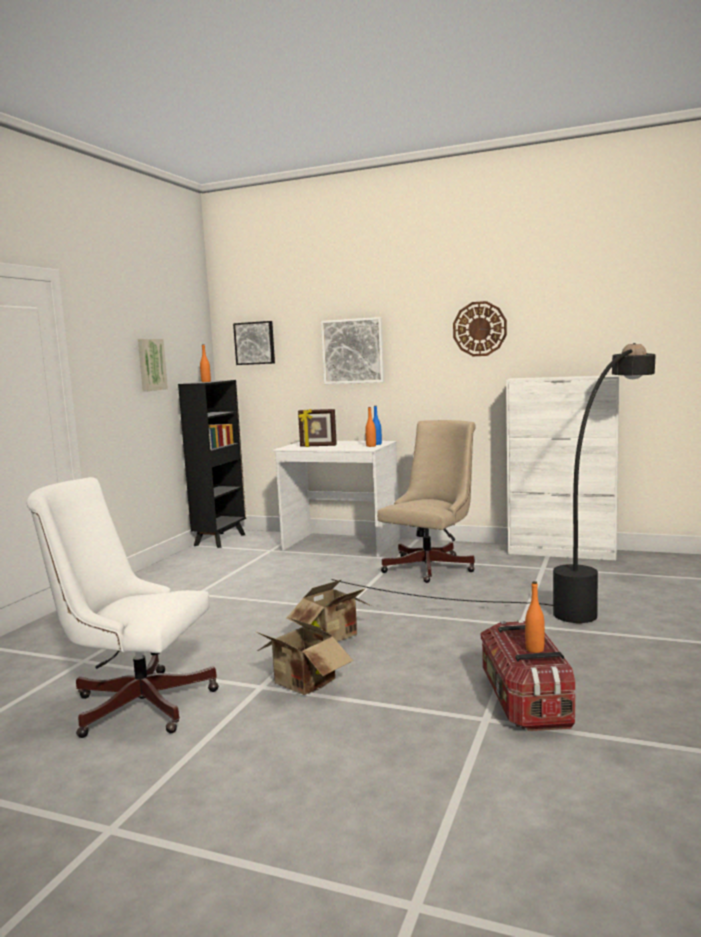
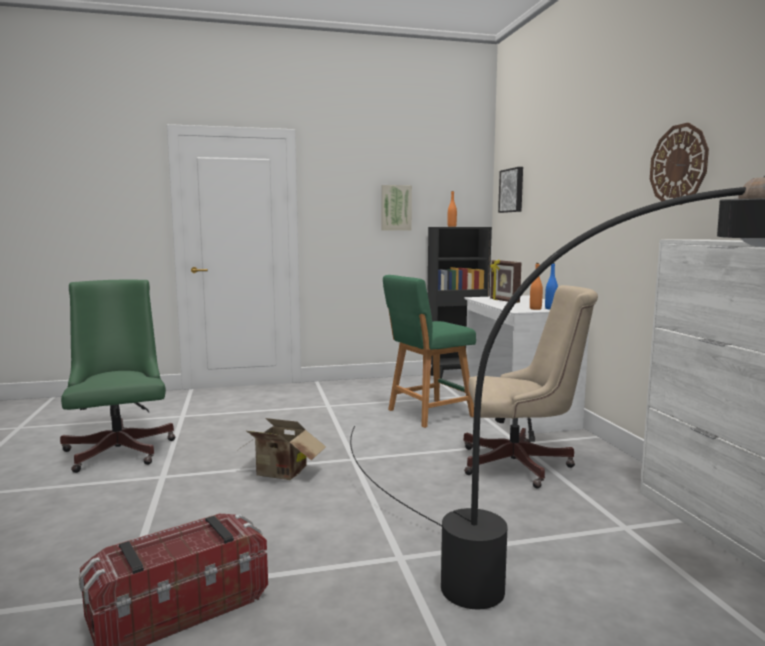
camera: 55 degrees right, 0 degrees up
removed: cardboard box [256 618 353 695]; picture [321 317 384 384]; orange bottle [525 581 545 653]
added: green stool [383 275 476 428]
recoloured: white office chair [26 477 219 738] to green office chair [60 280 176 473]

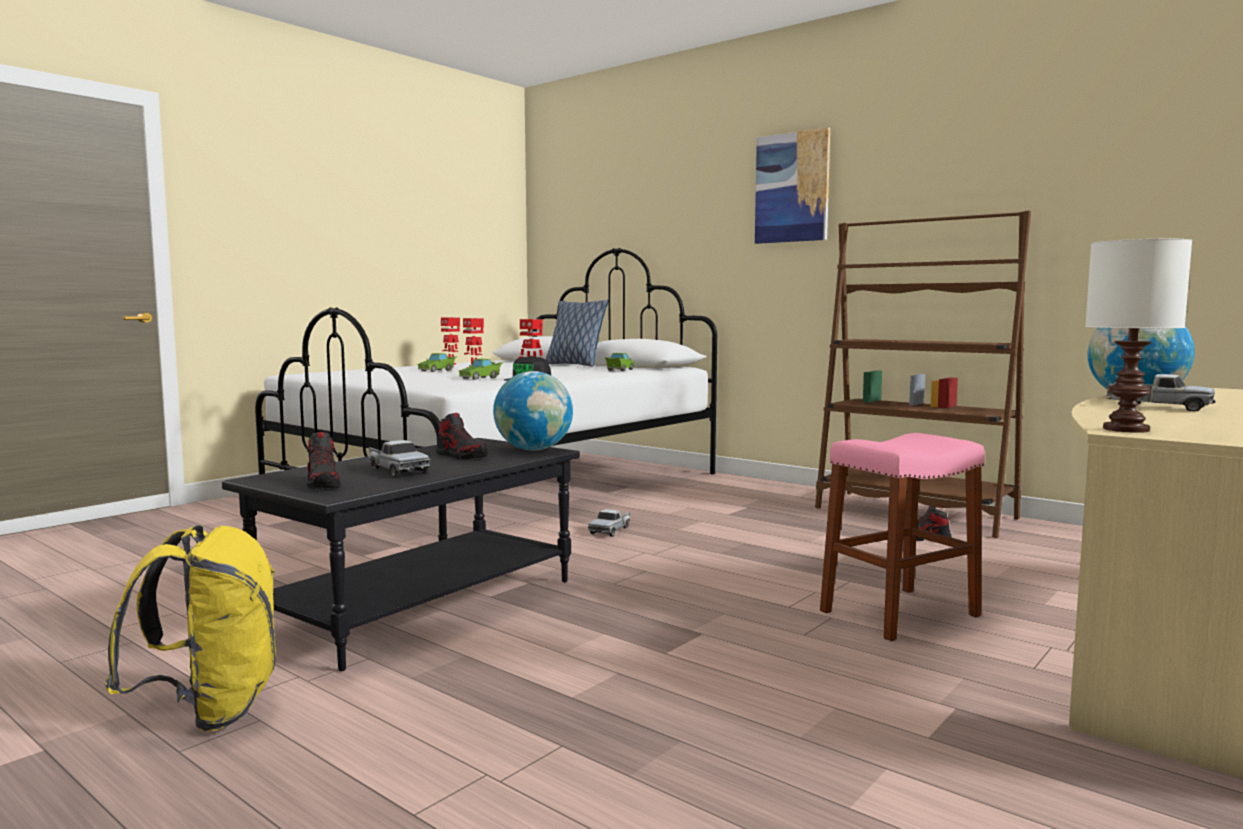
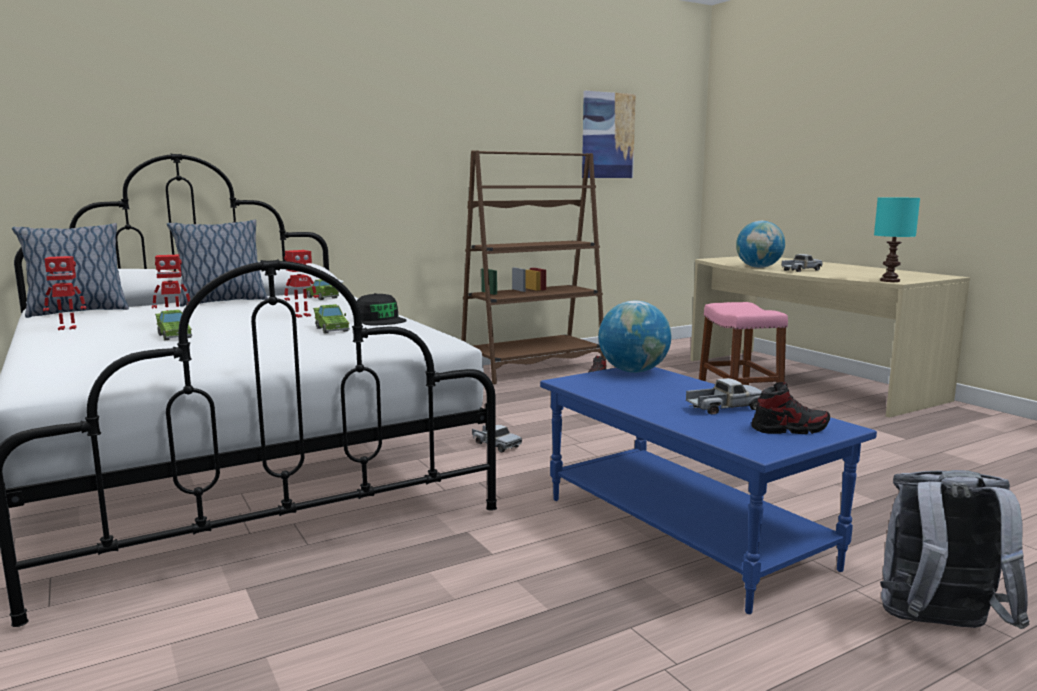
camera: 70 degrees left, 5 degrees up
removed: shoe [436 413 488 459]
added: pillow [12 223 129 318]
moved: picture [755 127 830 244] to [582 91 636 178]
recoloured: yellow backpack [105 525 276 732] to grey backpack [880 470 1030 629]; black coffee table [222 438 580 671] to blue coffee table [540 367 877 614]; white table lamp [1085 239 1192 433] to turquoise table lamp [874 197 920 282]

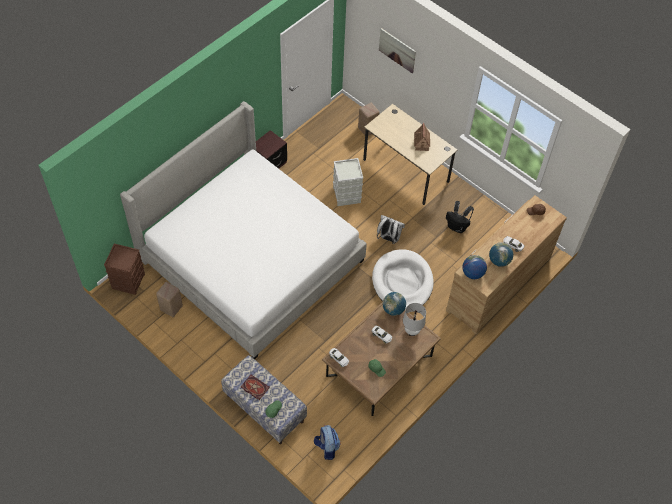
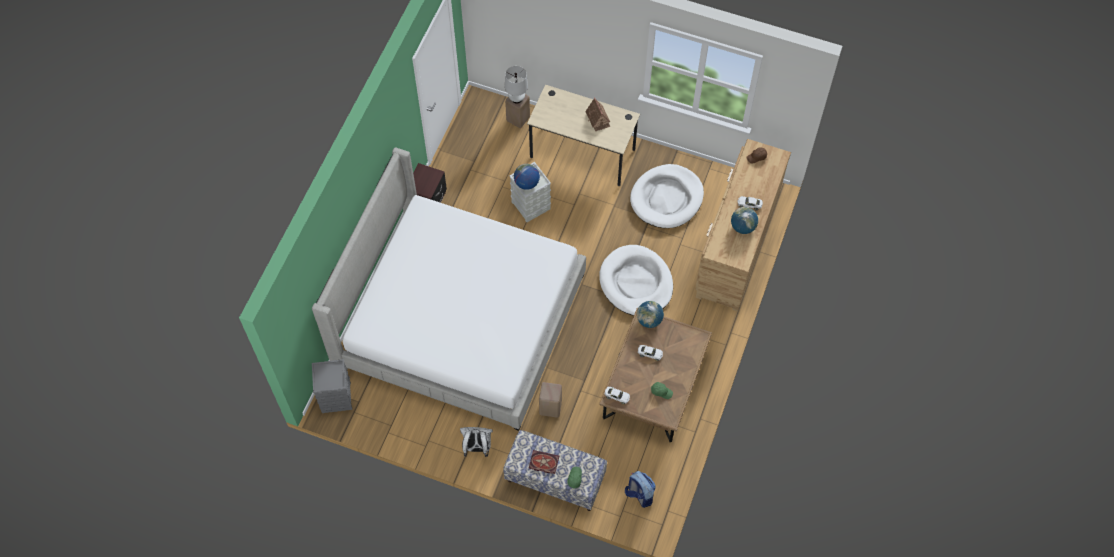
camera: 20 degrees left, 5 degrees up
removed: picture [379 28 416 73]
moved: beige stool [156 282 183 317] to [539 382 562 418]; white backpack [377 215 405 244] to [460 427 493 457]; white table lamp [403 303 426 336] to [505 66 528 103]; globe [462 255 487 279] to [514 164 540 190]
replaced: black backpack [446 201 474 233] to white dog bed [630 164 704 228]
recoloured: brown storage box [104 244 145 295] to grey storage box [312 359 352 413]

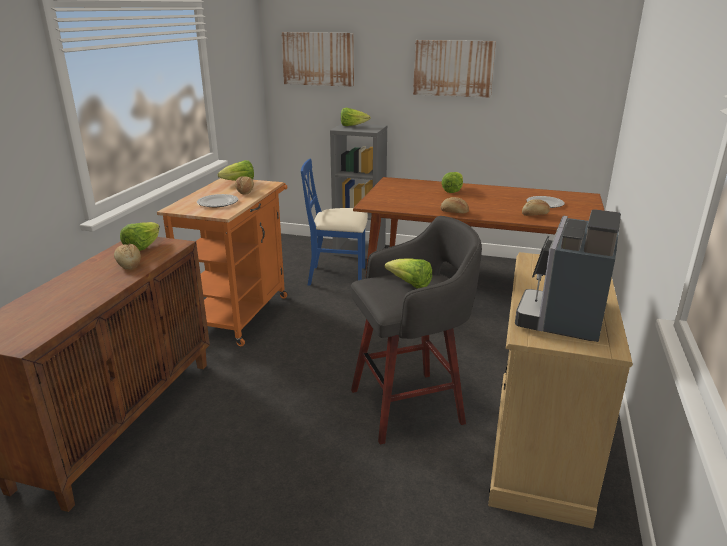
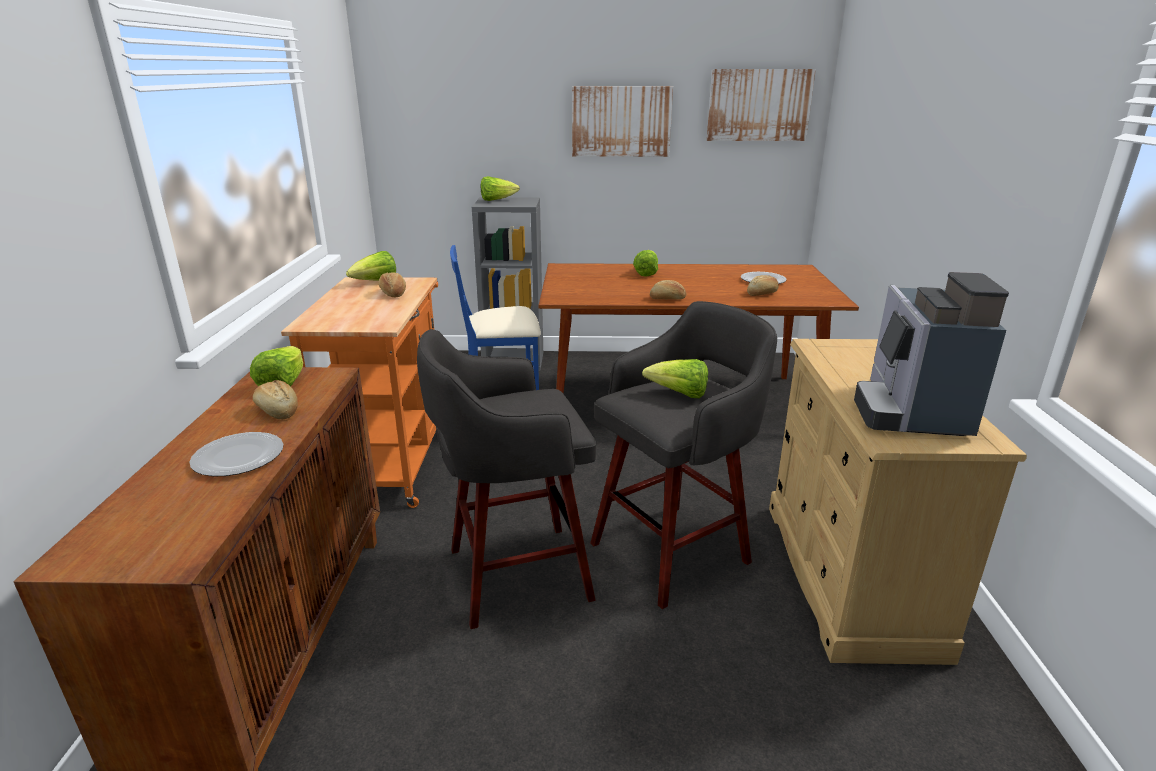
camera: 15 degrees left, 0 degrees up
added: grey stool [417 329 596 629]
moved: plate [197 194 238 207] to [189 432 284 476]; picture [281 32 354 87] to [707 69 816 141]

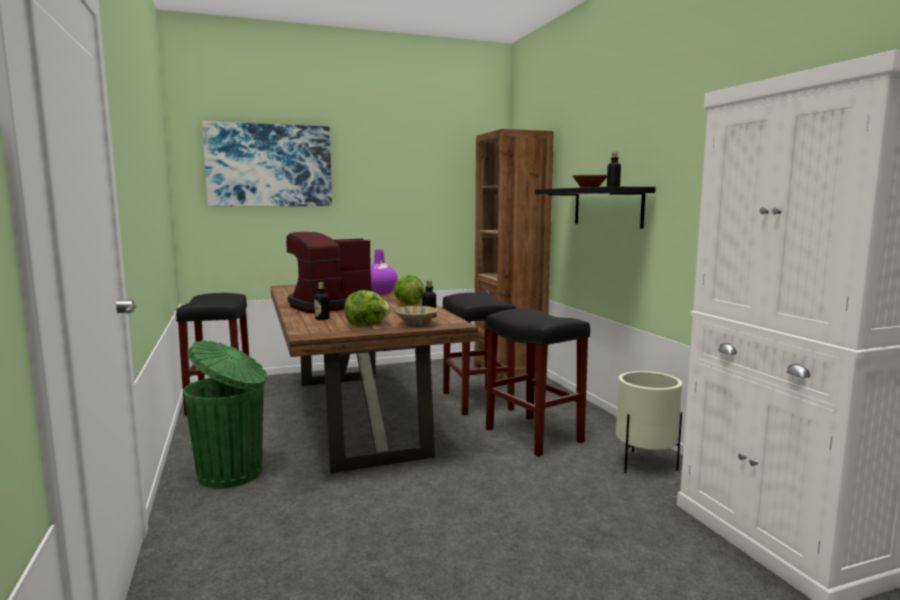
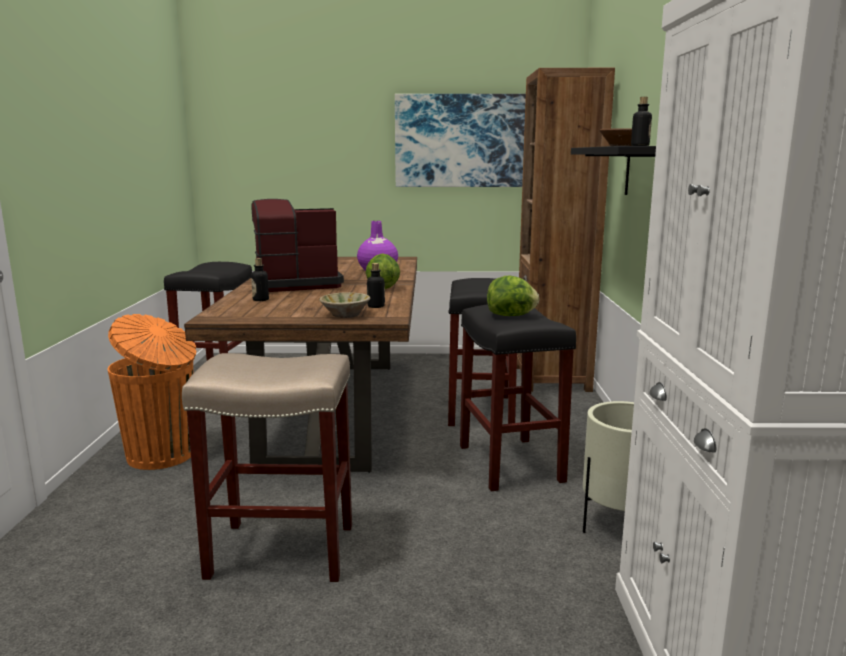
camera: 20 degrees right, 5 degrees up
added: beige stool [182 353 352 582]
moved: picture [202 121 332 206] to [395 94 526 187]; lettuce [344 290 390 326] to [487 275 539 316]
recoloured: green trash can [183 340 267 489] to orange trash can [108 314 197 470]

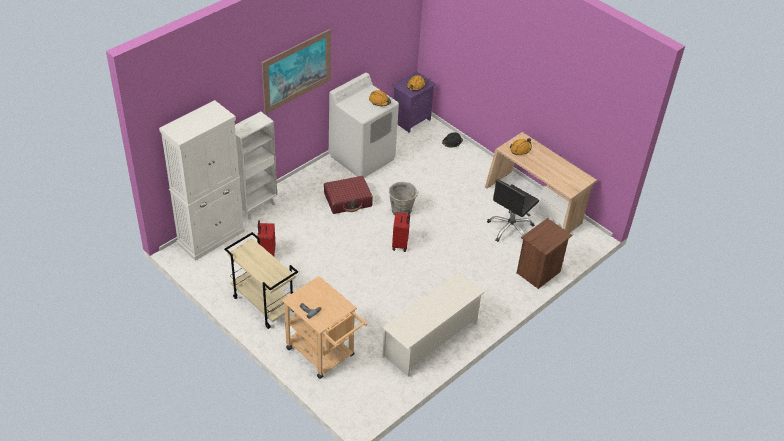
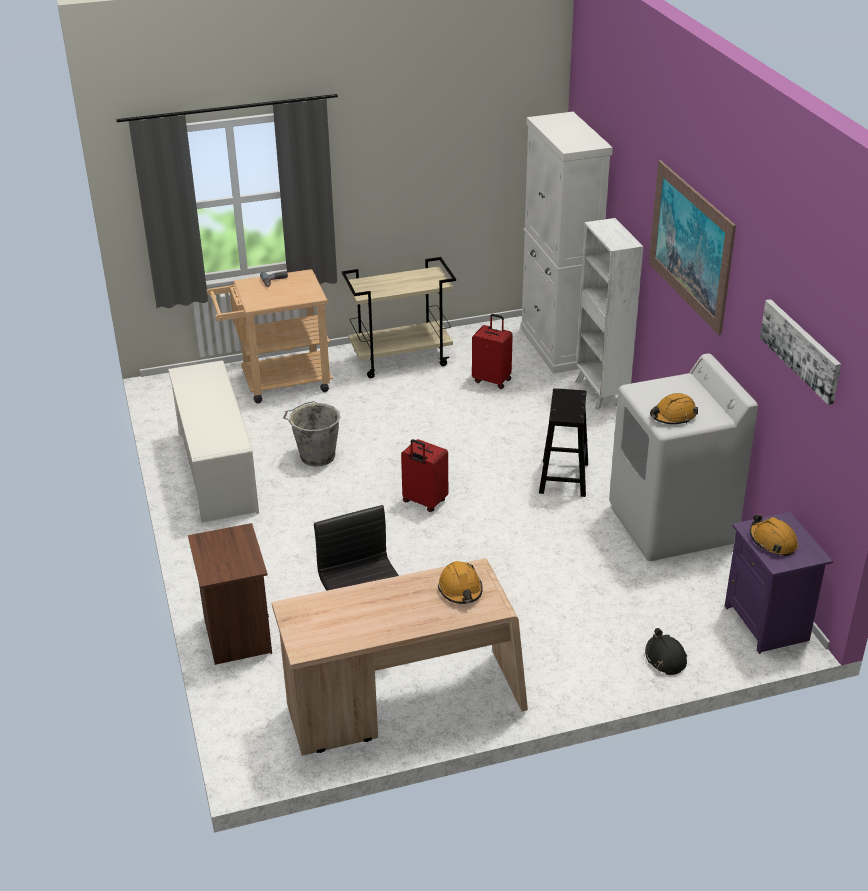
camera: 120 degrees right, 10 degrees down
added: picture [760 299 841 405]
moved: grey bucket [389 182 419 215] to [283 401 340 466]
replaced: red suitcase [324 176 373 214] to black stool [539 388 588 497]

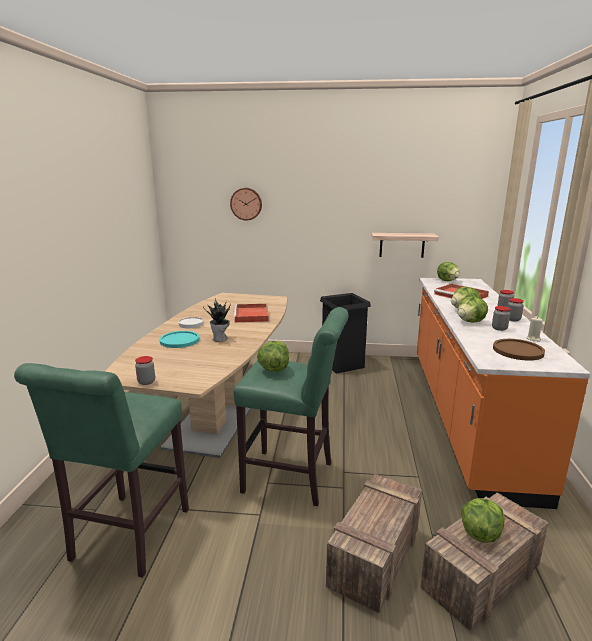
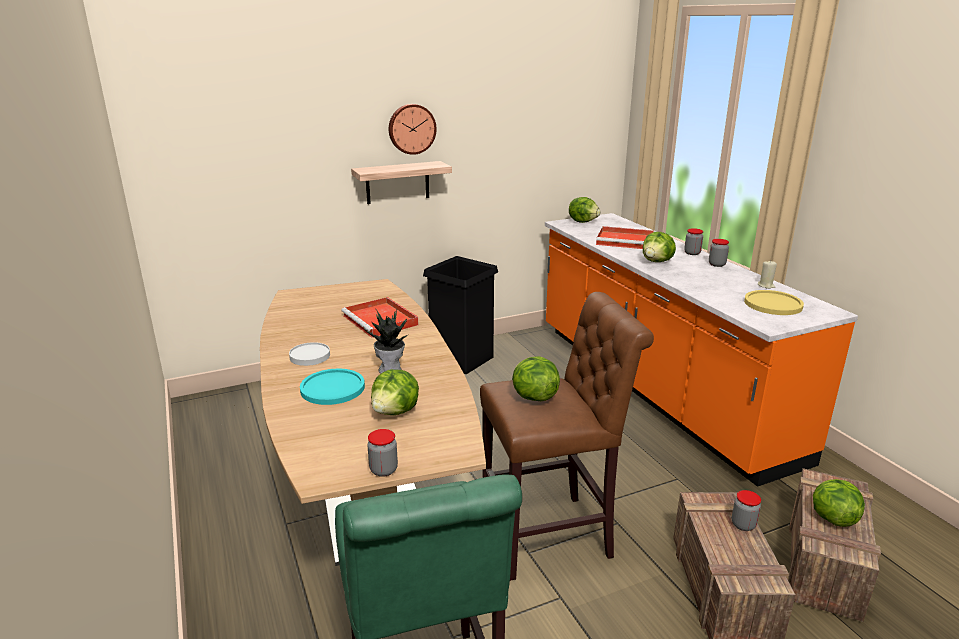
camera: 30 degrees left, 5 degrees up
moved: wall clock [230 188 262 221] to [389 104 437 155]; shelf [371 233 439 258] to [351 161 452 204]; lettuce [458 296 488 322] to [371 369 419 415]; jar [492 306 510 331] to [732 490 761 531]
recoloured: green stool [233 307 349 506] to brown stool [480 292 654 581]; brown plate [493 339 545 361] to yellow plate [744 290 804 315]

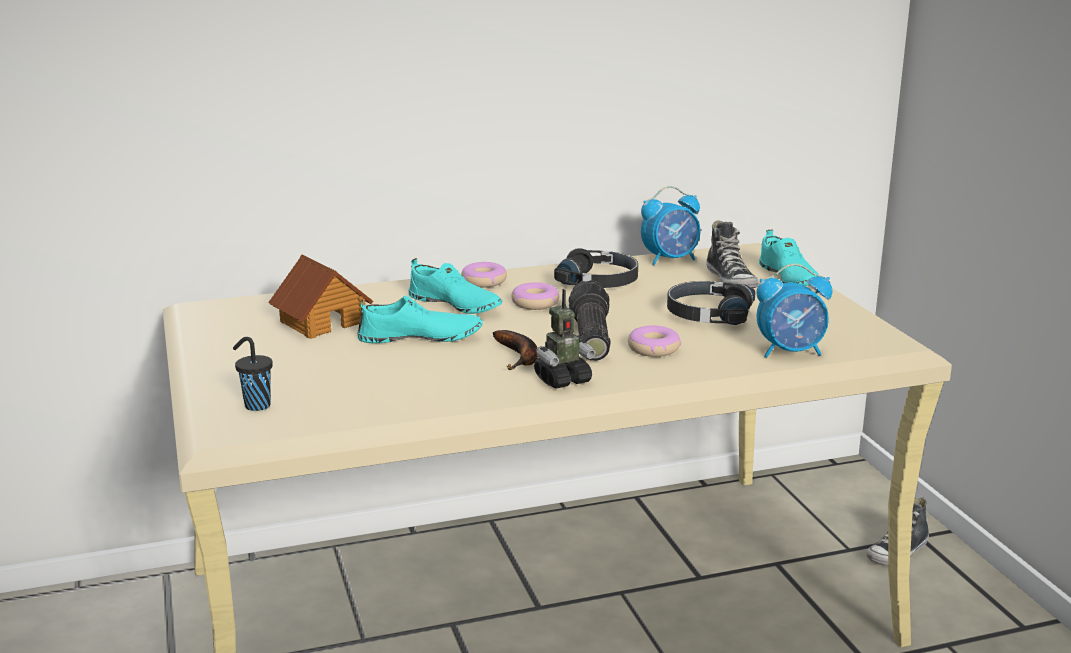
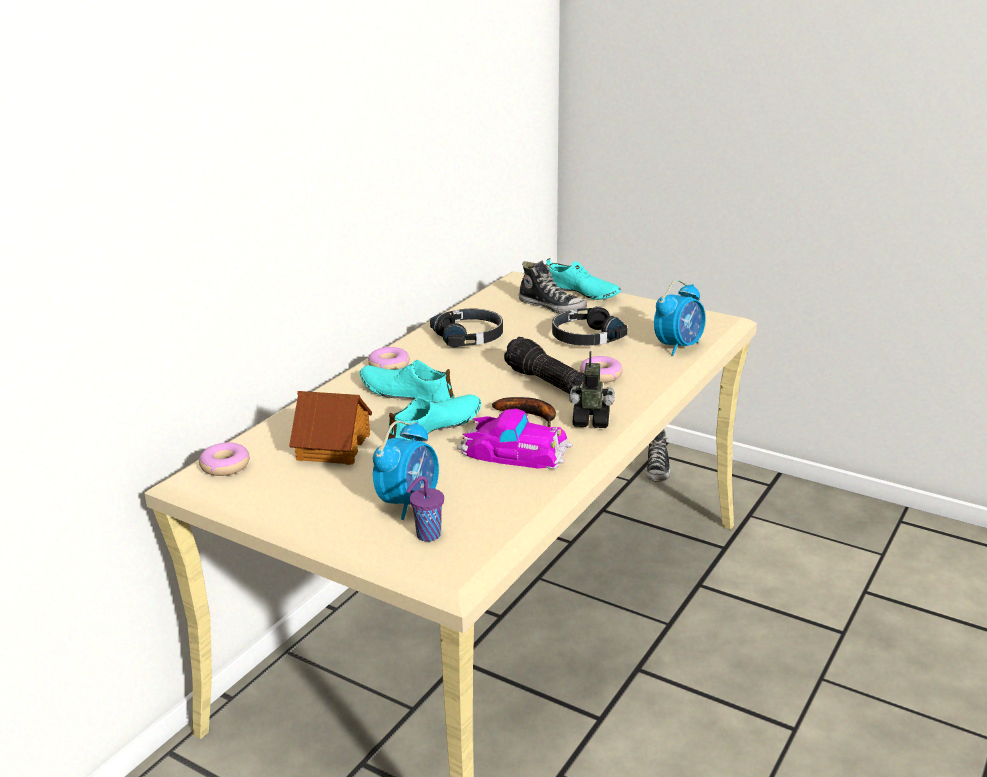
camera: 40 degrees left, 5 degrees up
added: toy car [457 409 572 469]
moved: donut [511 282 559 310] to [199 442 250 476]; alarm clock [641 186 700 265] to [373 421 439 520]
recoloured: black cup [233 337 273 411] to purple cup [406 476 444 542]
turned: turquoise shoe [409 258 502 314] = [359 360 454 403] 150 degrees counterclockwise; toy robot [534 289 596 389] = [569 351 615 428] 105 degrees counterclockwise

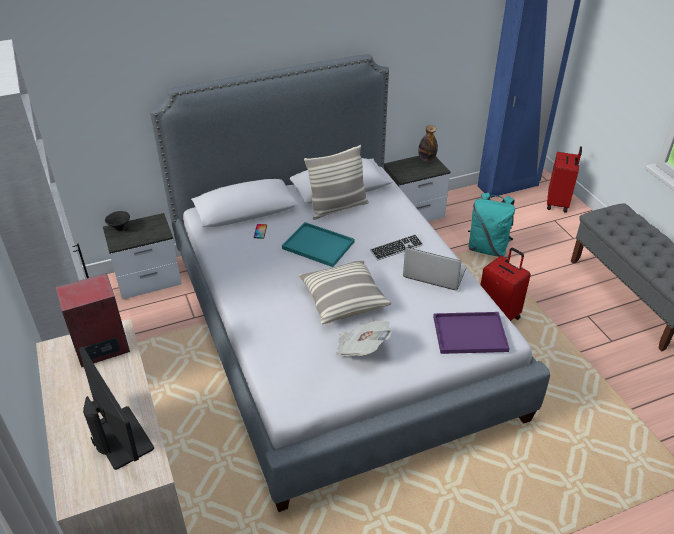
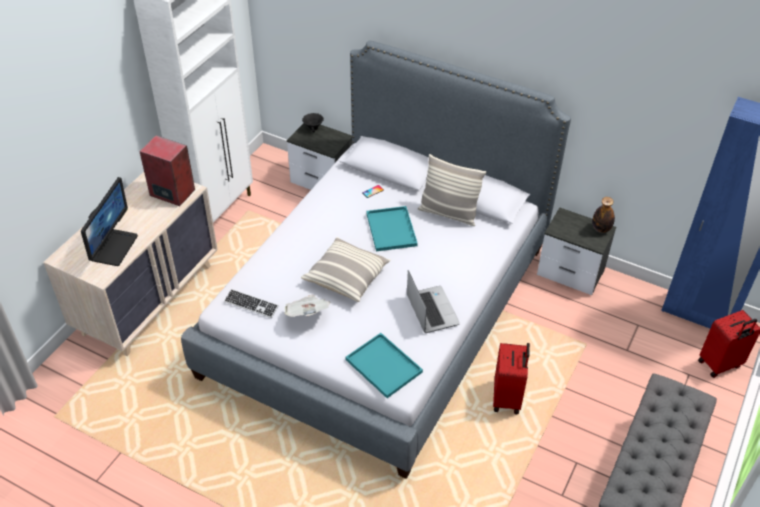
camera: 50 degrees right, 5 degrees up
removed: turquoise backpack [468 193 515 257]
moved: keyboard [370 234 423 261] to [224 289 279 318]
recoloured: purple tray [433 312 510 354] to turquoise tray [345 333 423 398]

